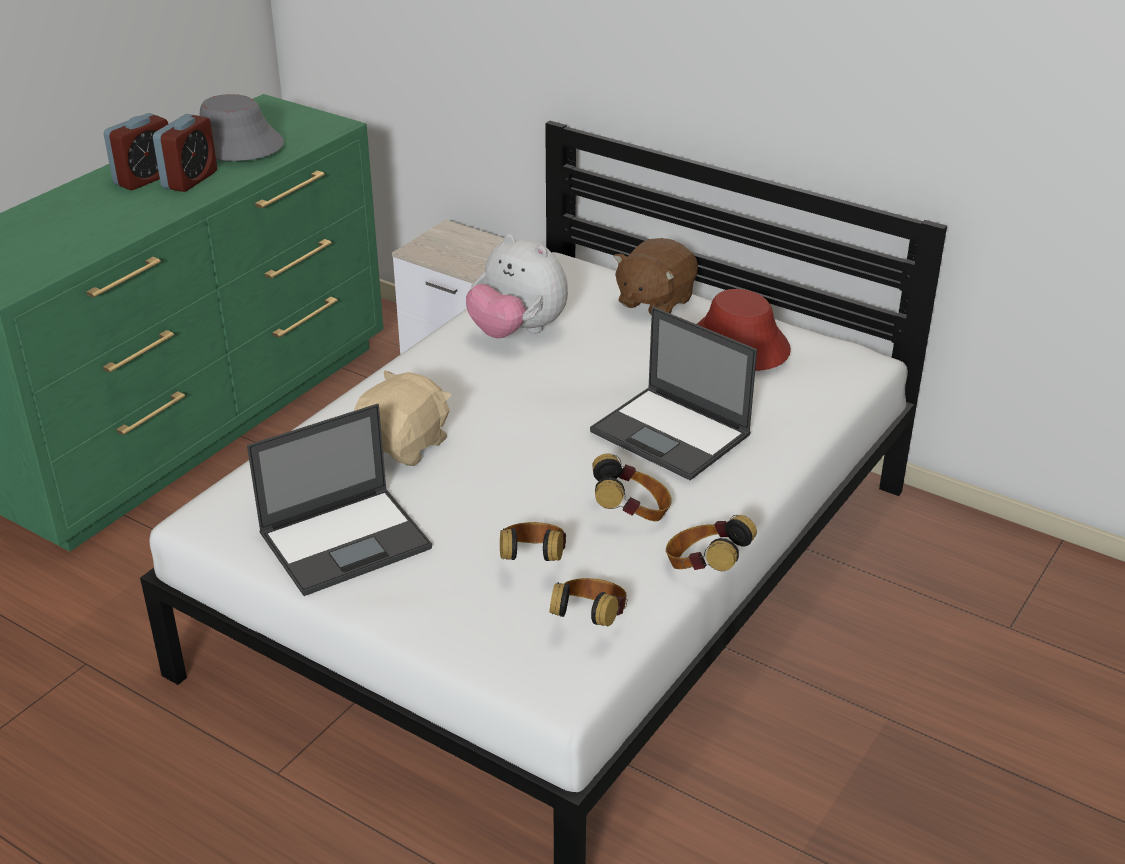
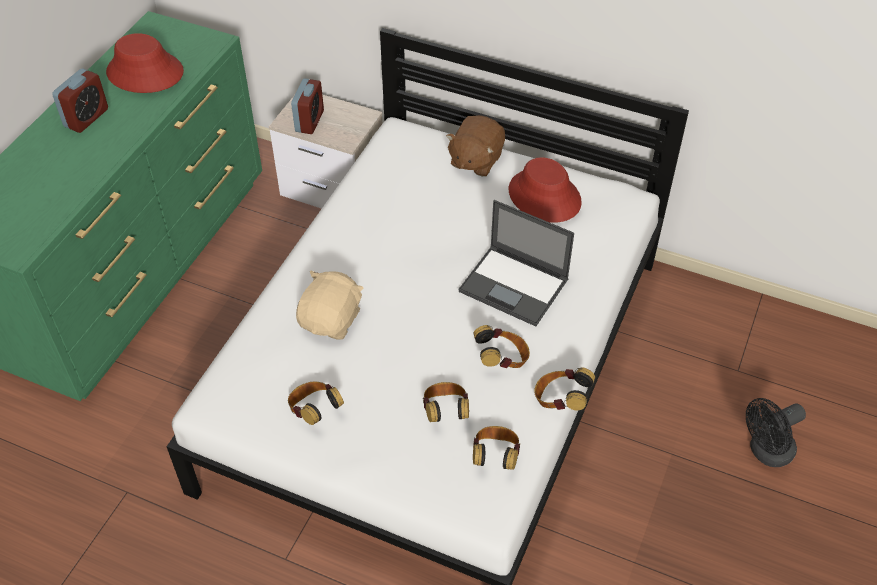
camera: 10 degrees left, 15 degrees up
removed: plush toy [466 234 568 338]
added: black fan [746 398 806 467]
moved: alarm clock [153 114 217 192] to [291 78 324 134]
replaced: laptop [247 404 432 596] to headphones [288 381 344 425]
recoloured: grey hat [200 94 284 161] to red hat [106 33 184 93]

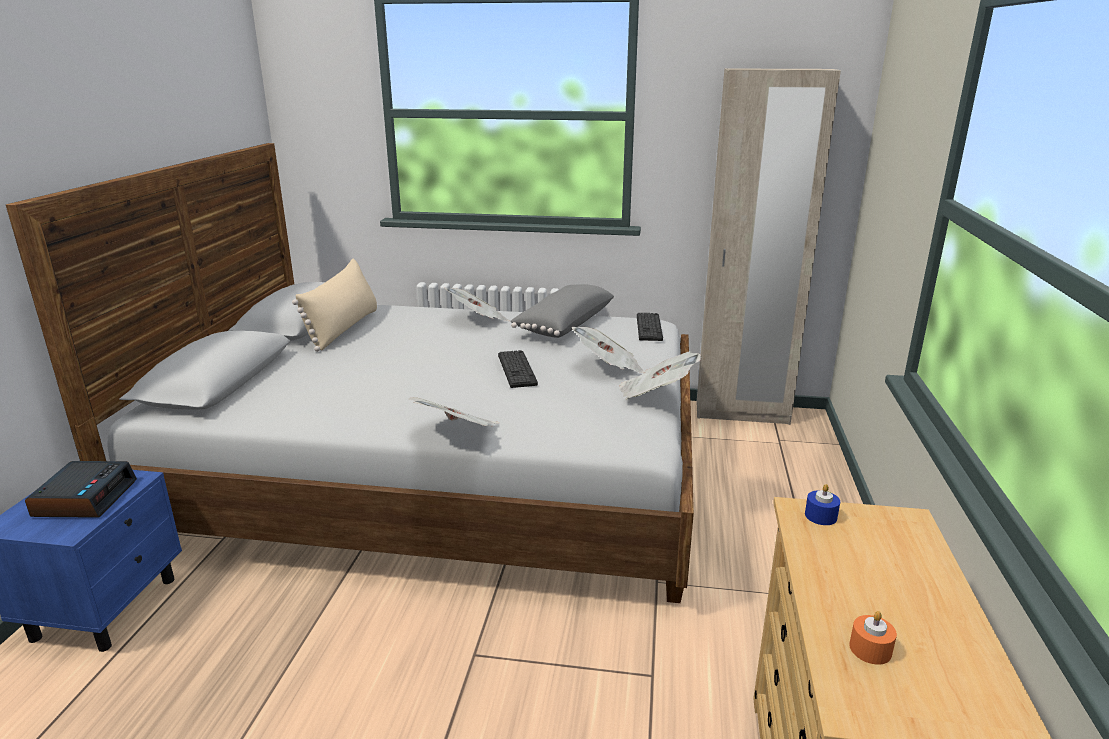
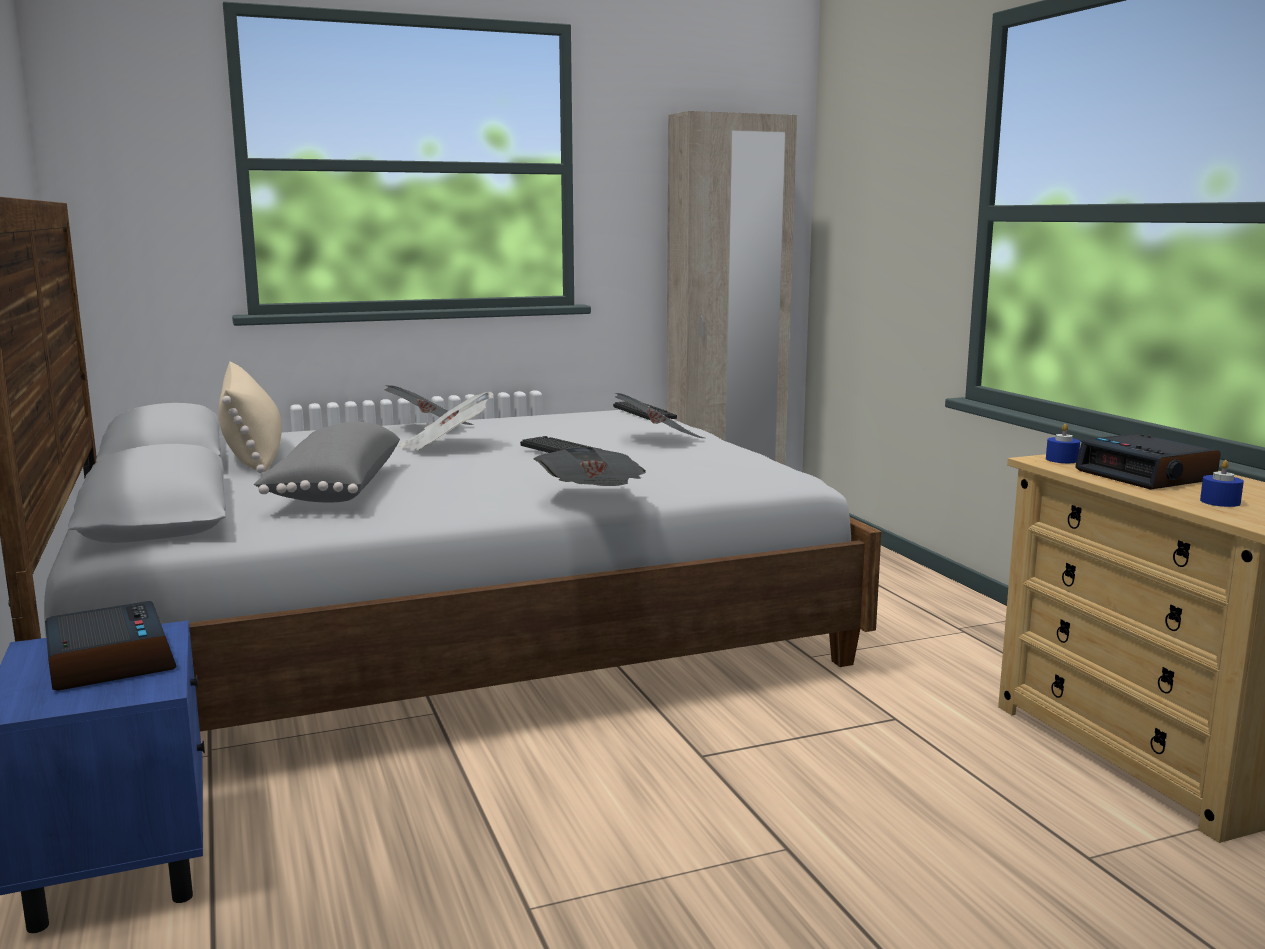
camera: 30 degrees left, 10 degrees down
added: alarm clock [1075 433 1221 490]
moved: grey pillow [510 284 614 338] to [254 422 400 503]; newspaper [619 351 701 400] to [399 392 494 450]
recoloured: orange candle [849 611 897 665] to blue candle [1200 460 1244 507]

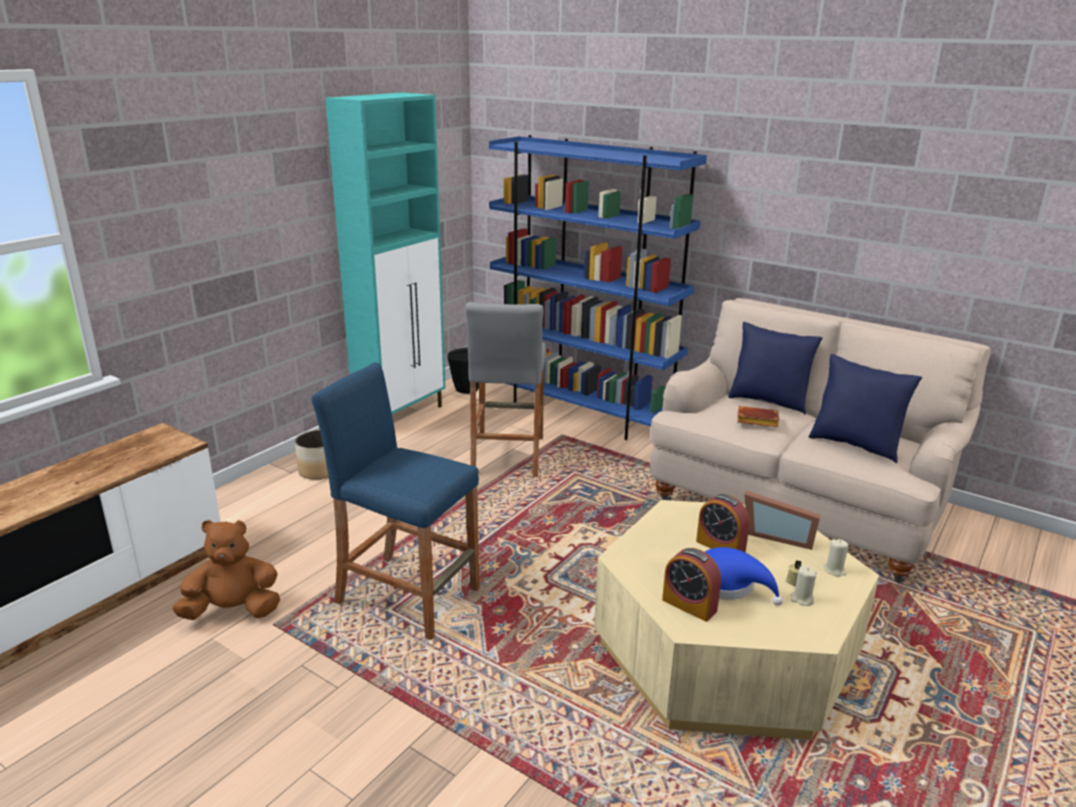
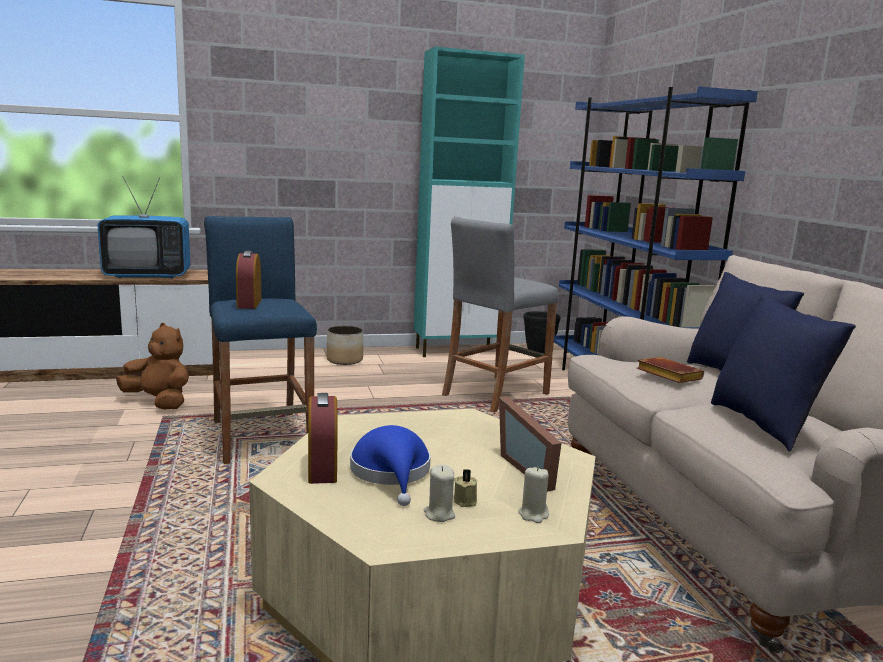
camera: 40 degrees right, 10 degrees down
added: television [97 176 190 278]
moved: alarm clock [696 494 750 552] to [236 251 261 309]

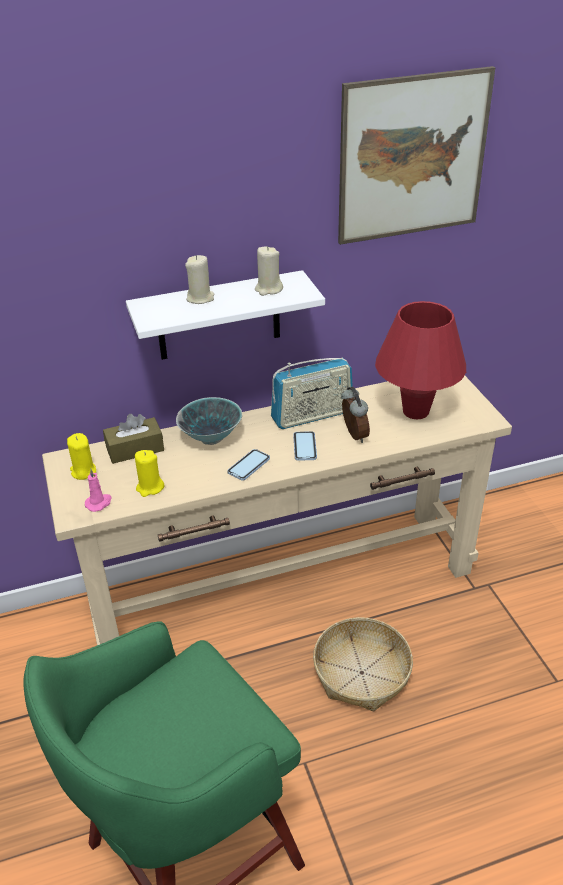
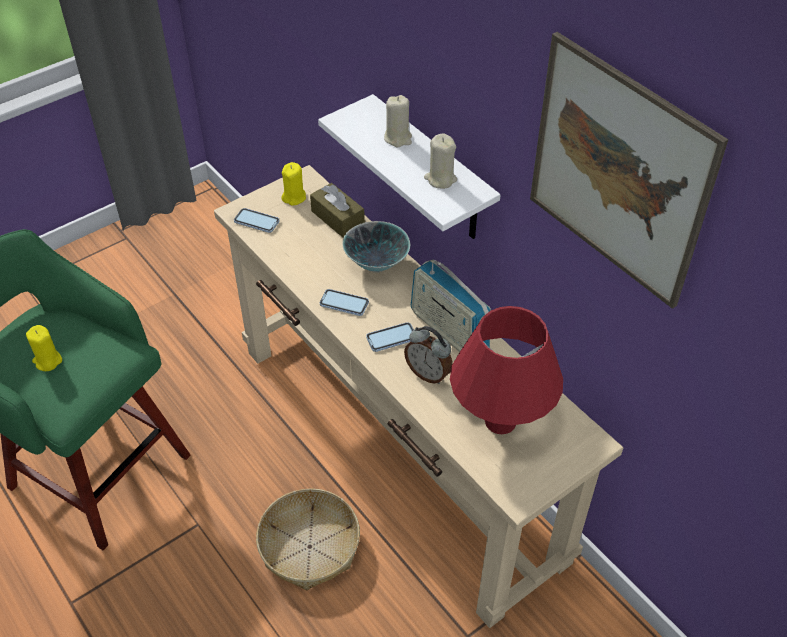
camera: 70 degrees right, 10 degrees up
moved: yellow candle [135 450 164 497] to [26 325 62 371]
replaced: pink candle [85 469 112 512] to phone [234 208 280 233]
turned: alarm clock [341 387 370 443] = [404 326 453 384] 75 degrees clockwise

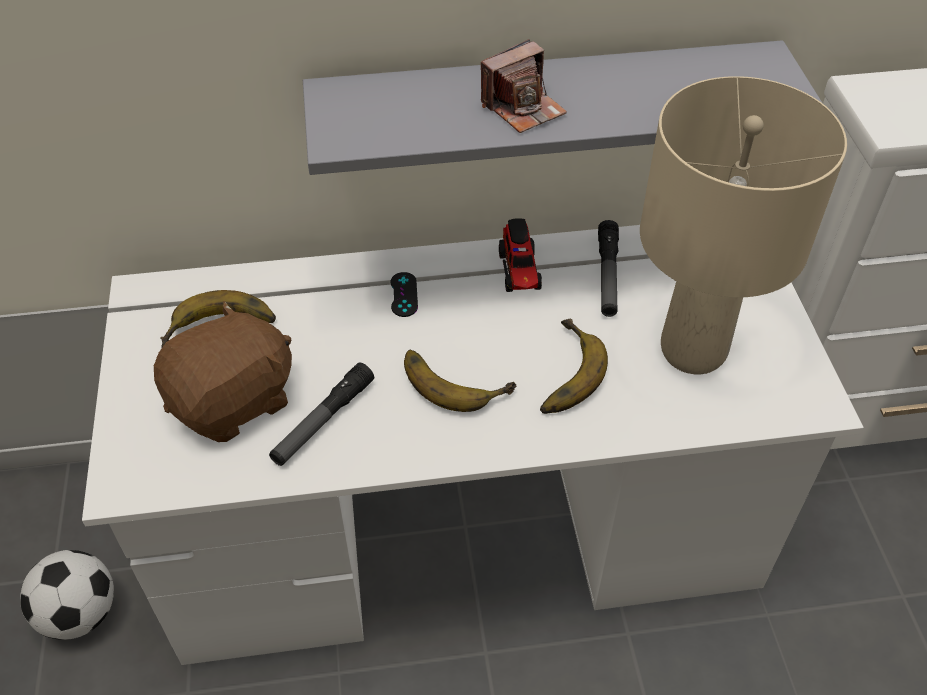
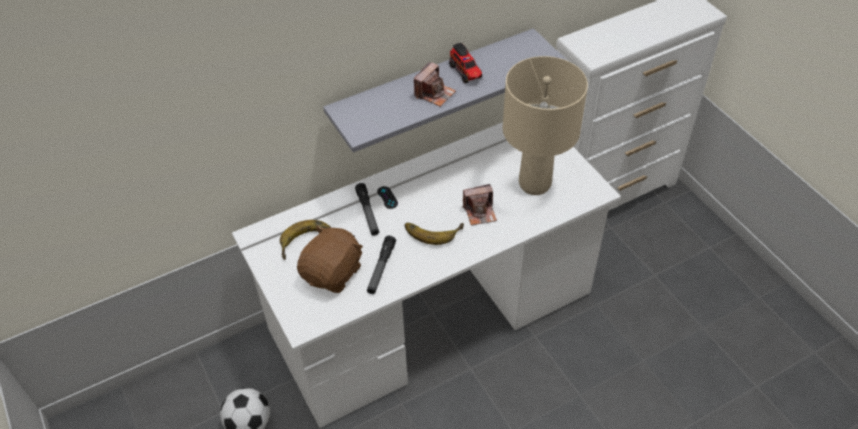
camera: 20 degrees left, 0 degrees up
moved: toy truck [499 218 542 292] to [449 43 482 83]; flashlight [598 220 619 317] to [355 183 379 236]
replaced: banana [540 319 608 414] to photo camera [462 184 497 225]

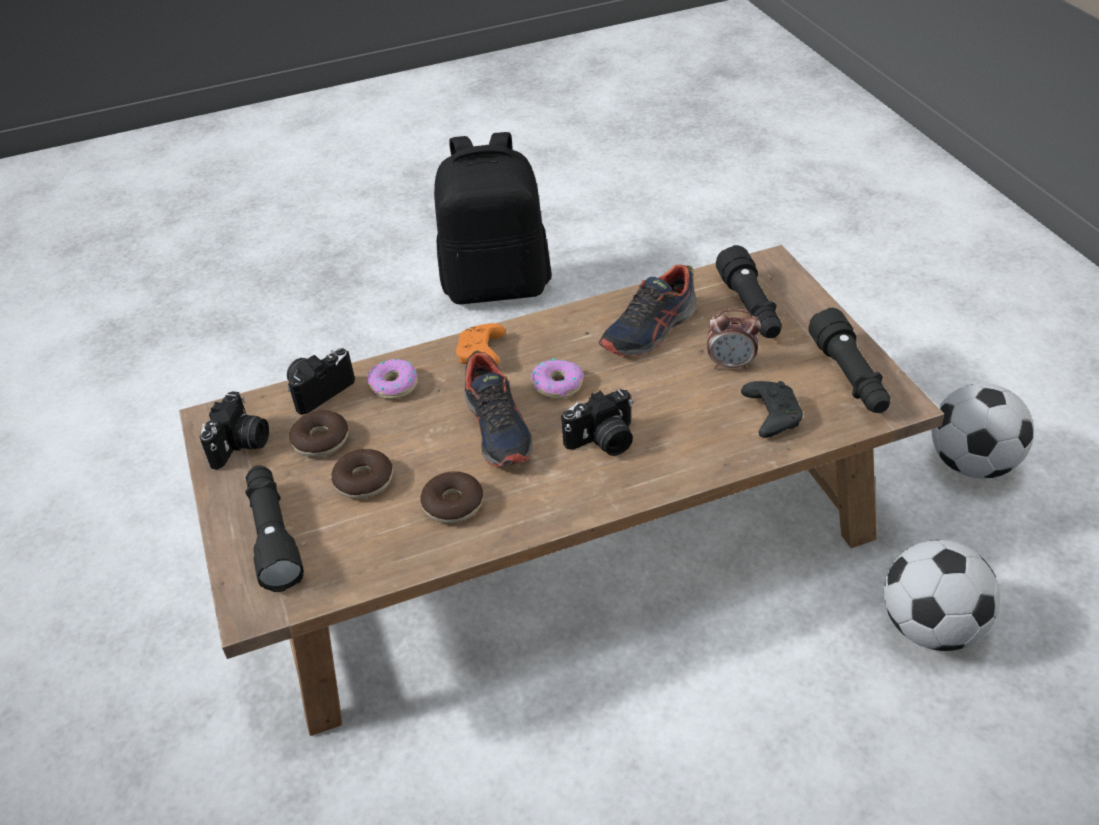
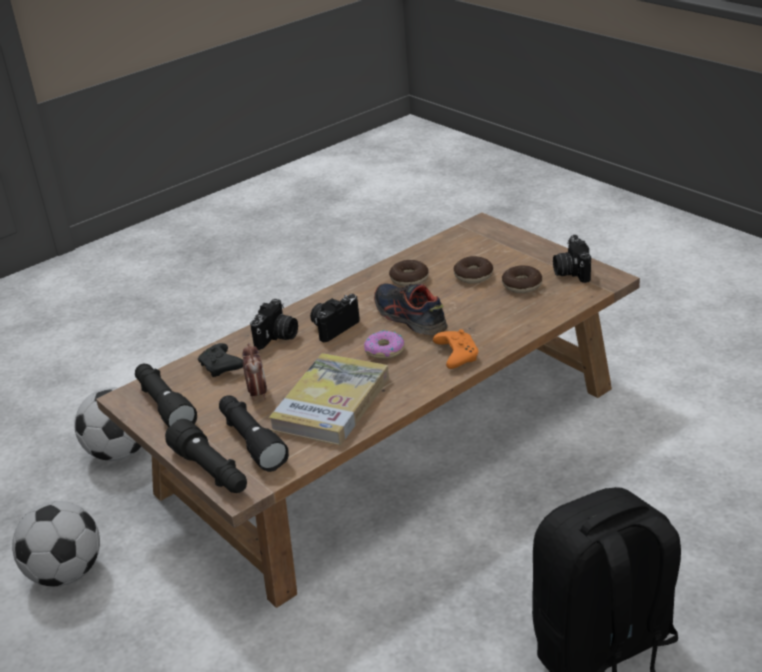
camera: 160 degrees right, 10 degrees down
removed: donut [367 359 418 399]
moved: black flashlight [245 465 304 592] to [165 419 247 493]; photo camera [287 348 355 415] to [250 299 298 350]
replaced: shoe [599 265 697 357] to book [269 353 389 446]
turned: alarm clock [707 309 761 370] = [242 343 267 400] 90 degrees clockwise

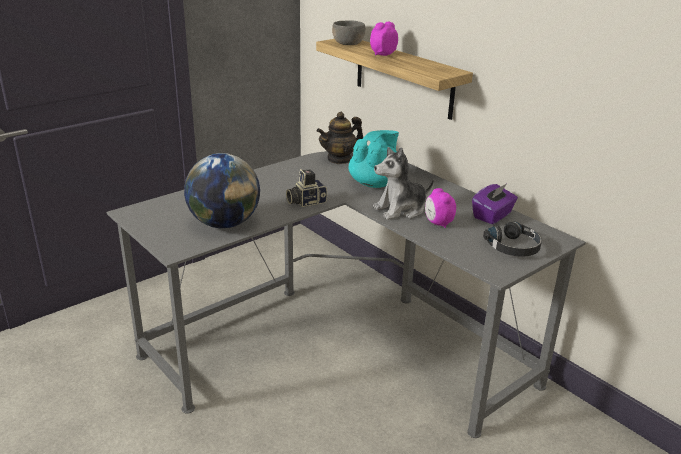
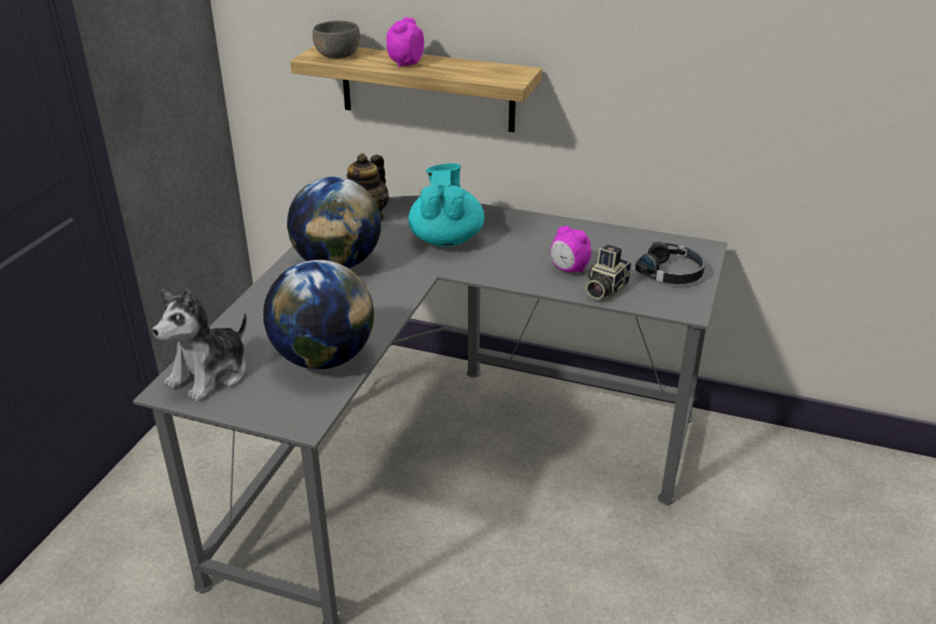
camera: 30 degrees left, 5 degrees up
removed: purple tissue box [472 184 518 224]
added: globe [287 176 381 268]
moved: photo camera [286 169 327 207] to [586 245 631 299]; plush toy [373 147 434 220] to [153 289 247 401]

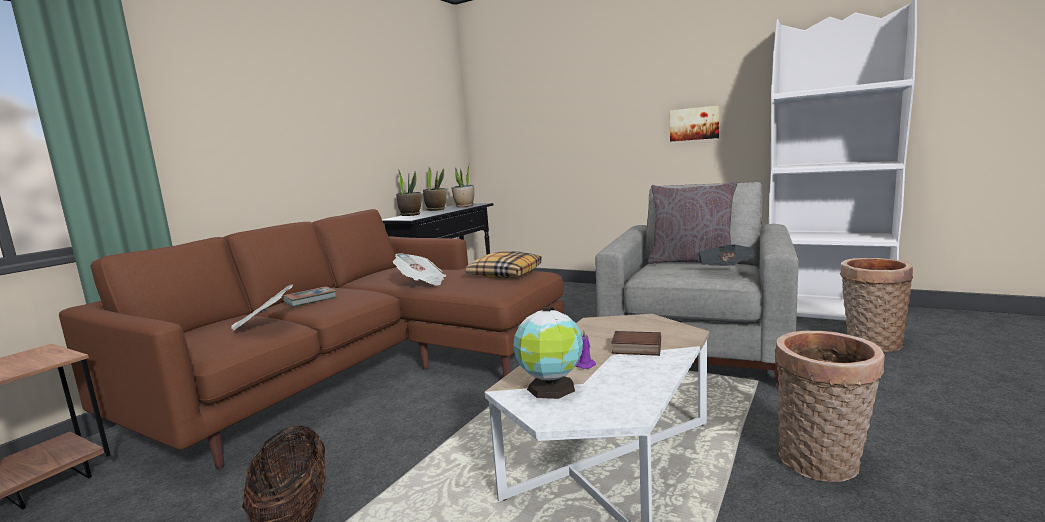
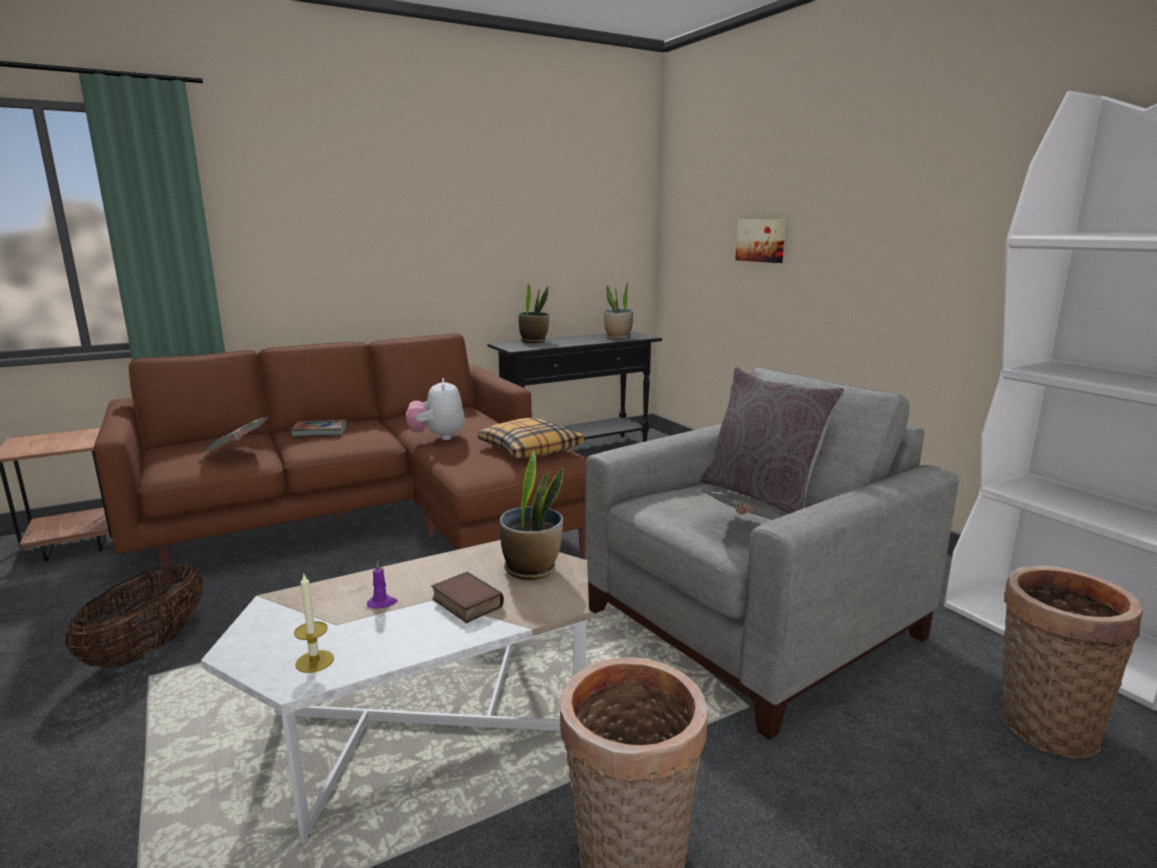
camera: 30 degrees right, 5 degrees up
removed: globe [513 307 583 399]
added: candle [294 573 334 673]
moved: potted plant [423 167 447 211] to [500 451 563 580]; picture [670 106 719 141] to [735 220 786 263]
replaced: newspaper [393 253 446 286] to plush toy [406 378 465 440]

